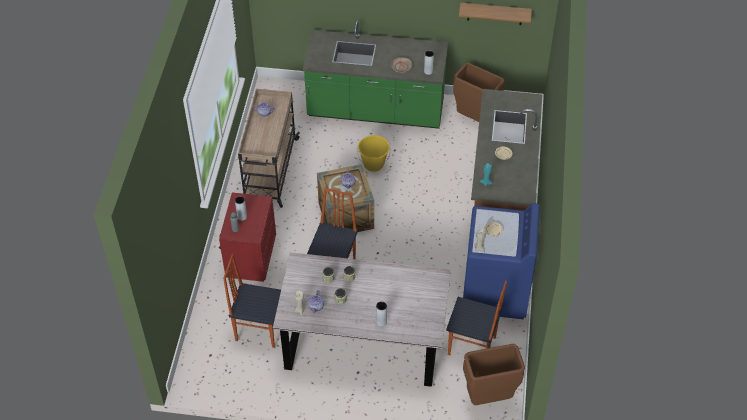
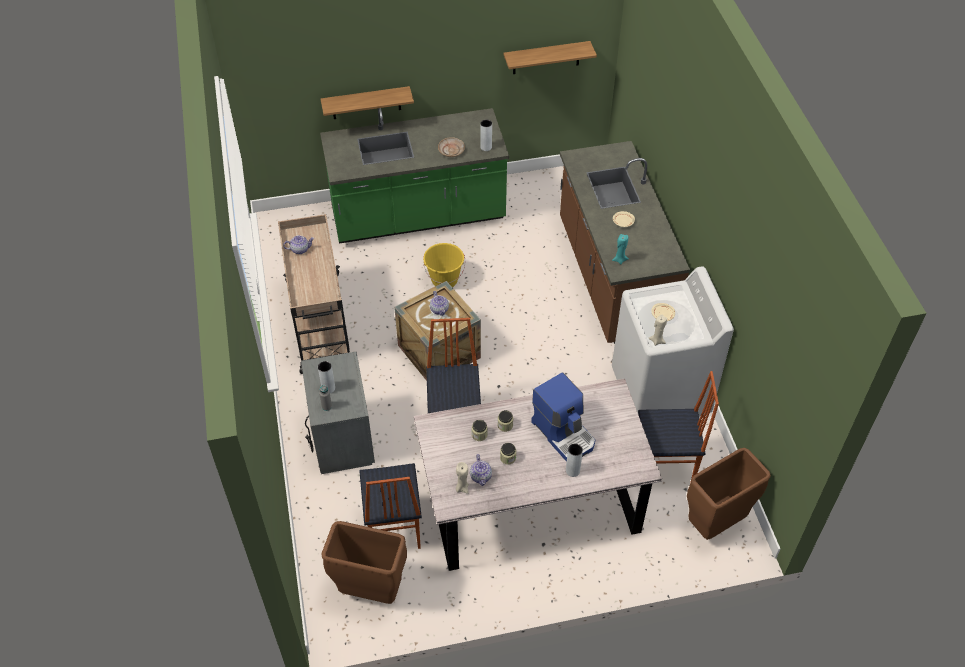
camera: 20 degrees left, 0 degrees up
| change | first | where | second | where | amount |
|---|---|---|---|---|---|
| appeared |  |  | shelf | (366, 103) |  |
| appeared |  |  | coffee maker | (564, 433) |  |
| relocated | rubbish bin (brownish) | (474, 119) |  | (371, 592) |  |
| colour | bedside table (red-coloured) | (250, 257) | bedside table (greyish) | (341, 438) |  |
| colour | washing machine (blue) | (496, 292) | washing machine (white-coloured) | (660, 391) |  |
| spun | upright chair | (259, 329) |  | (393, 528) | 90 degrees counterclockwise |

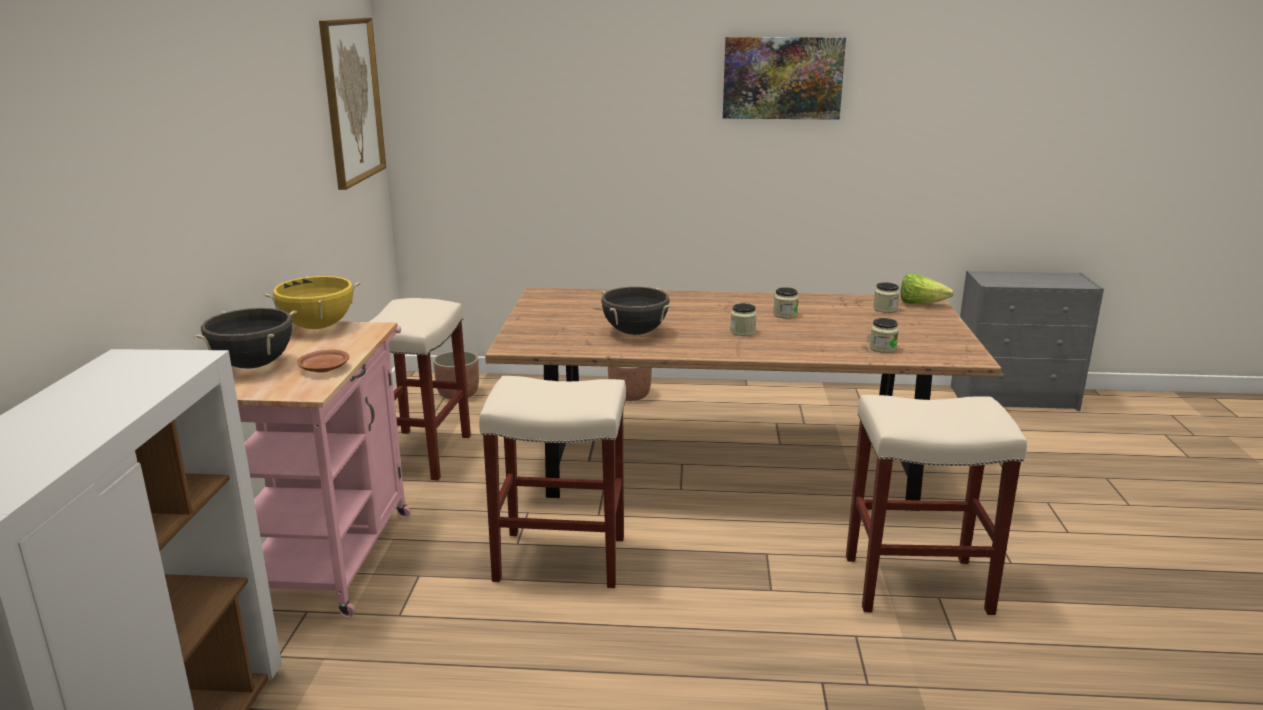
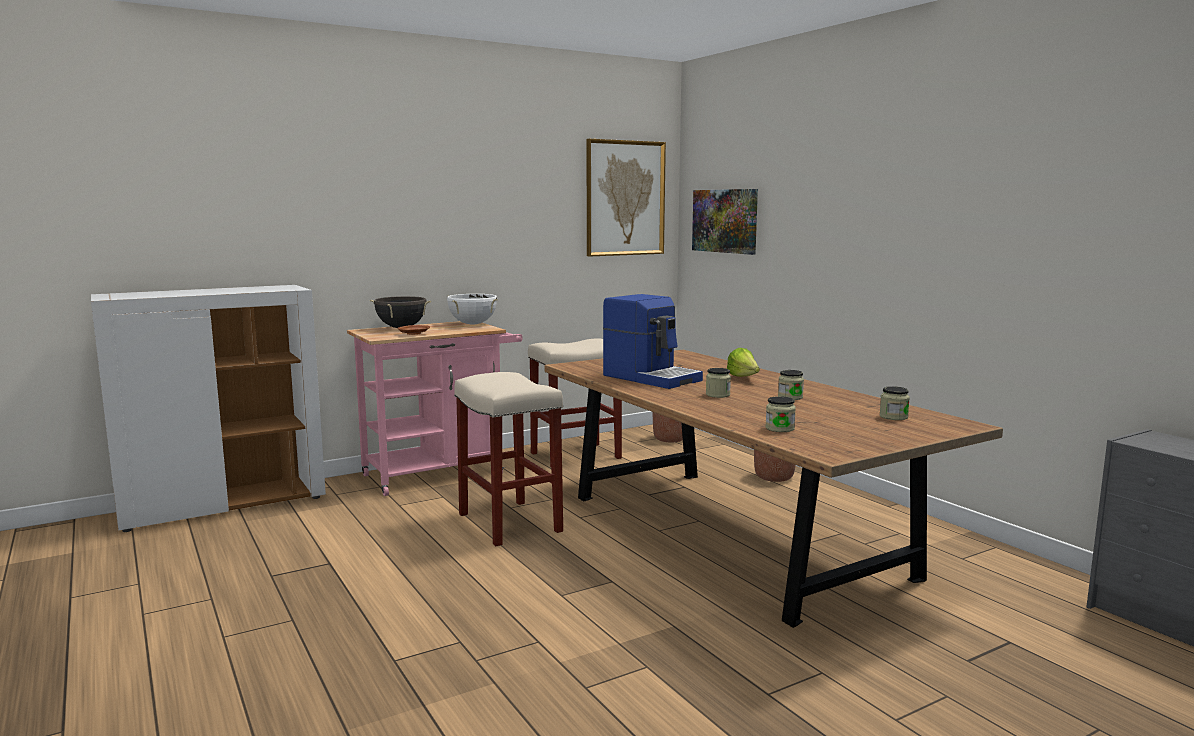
camera: 55 degrees right, 10 degrees down
| change | first | where | second | where | amount |
|---|---|---|---|---|---|
| missing | sitting stool (beige-coloured) | (915, 585) |  |  |  |
| relocated | wall art | (782, 78) |  | (725, 221) |  |
| relocated | lettuce head | (920, 304) |  | (744, 378) |  |
| exchanged | cooking pot (black) | (635, 332) | coffee maker | (651, 377) |  |
| colour | cooking pot (yellowish) | (317, 327) | cooking pot (white-coloured) | (472, 324) |  |

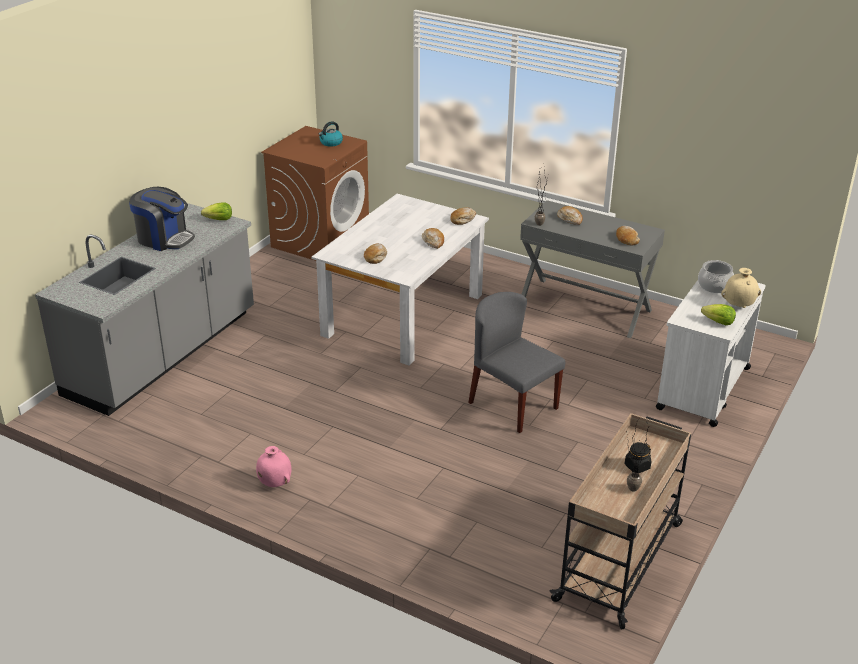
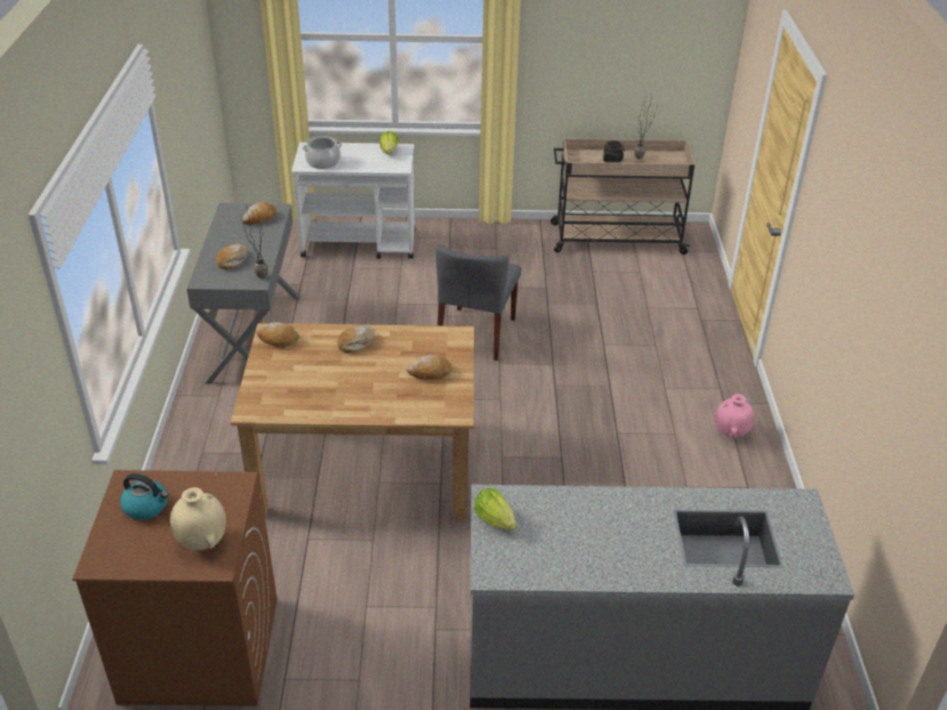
camera: 120 degrees left, 5 degrees up
| change | first | where | second | where | amount |
|---|---|---|---|---|---|
| missing | coffee maker | (164, 239) |  |  |  |
| relocated | vase (beige-coloured) | (739, 306) |  | (202, 541) |  |
| colour | dinner table (white-coloured) | (403, 314) | dinner table (brownish) | (364, 467) |  |

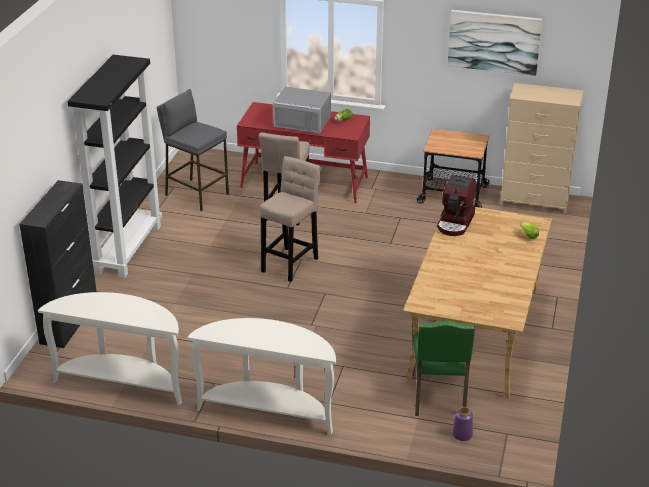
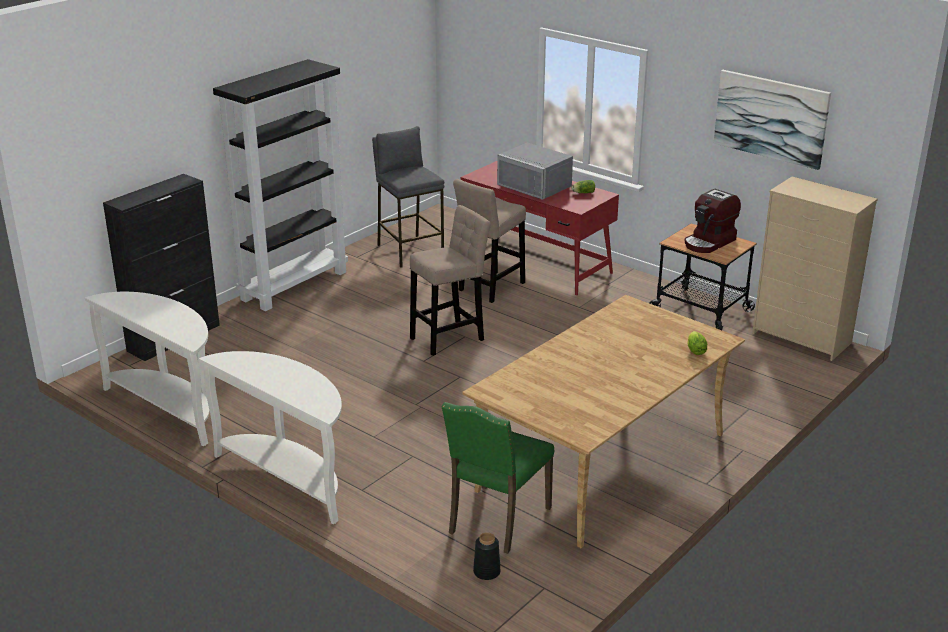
camera: 25 degrees right, 5 degrees down
| change | first | where | second | where | amount |
|---|---|---|---|---|---|
| relocated | coffee maker | (456, 223) |  | (709, 242) |  |
| colour | vase (purplish) | (462, 435) | vase (black) | (487, 572) |  |

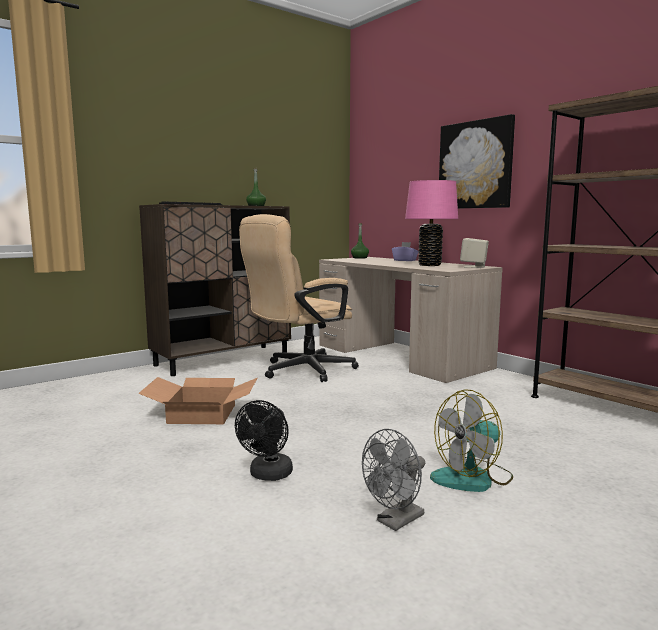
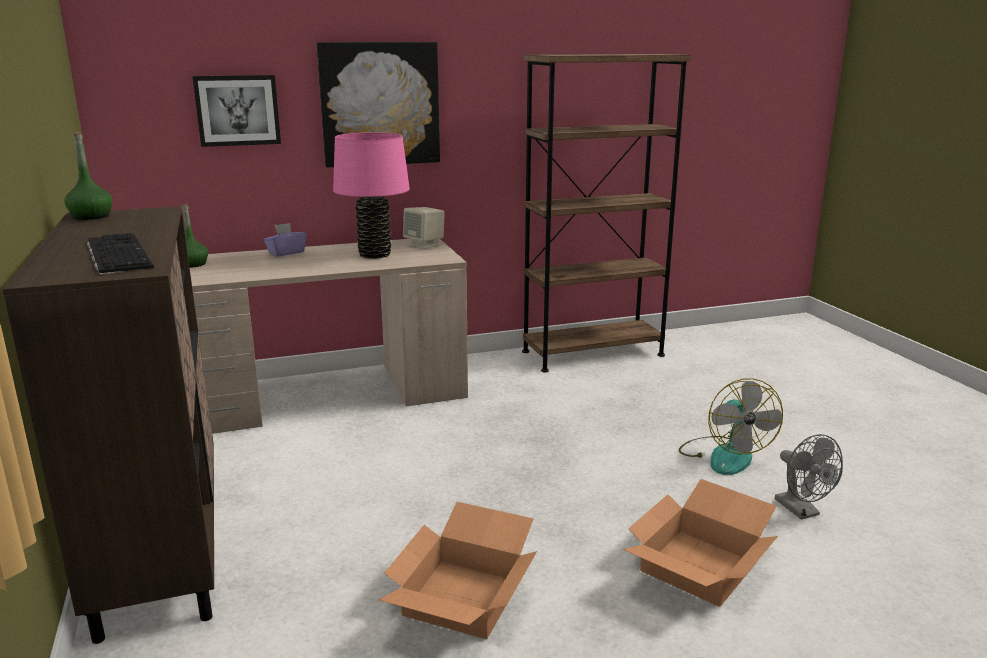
camera: 70 degrees left, 10 degrees up
| change | first | where | second | where | amount |
|---|---|---|---|---|---|
| missing | office chair (beige-coloured) | (300, 371) |  |  |  |
| appeared |  |  | wall art | (237, 110) |  |
| exchanged | cooling fan (black) | (268, 475) | carton | (697, 565) |  |

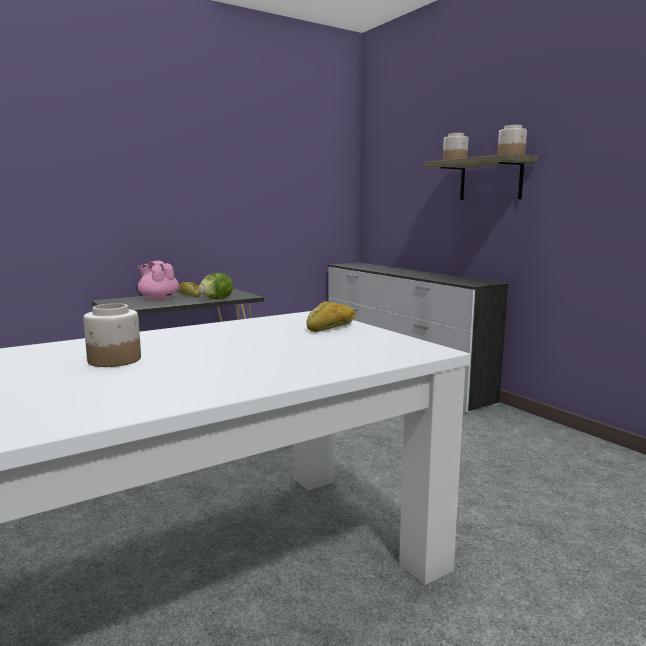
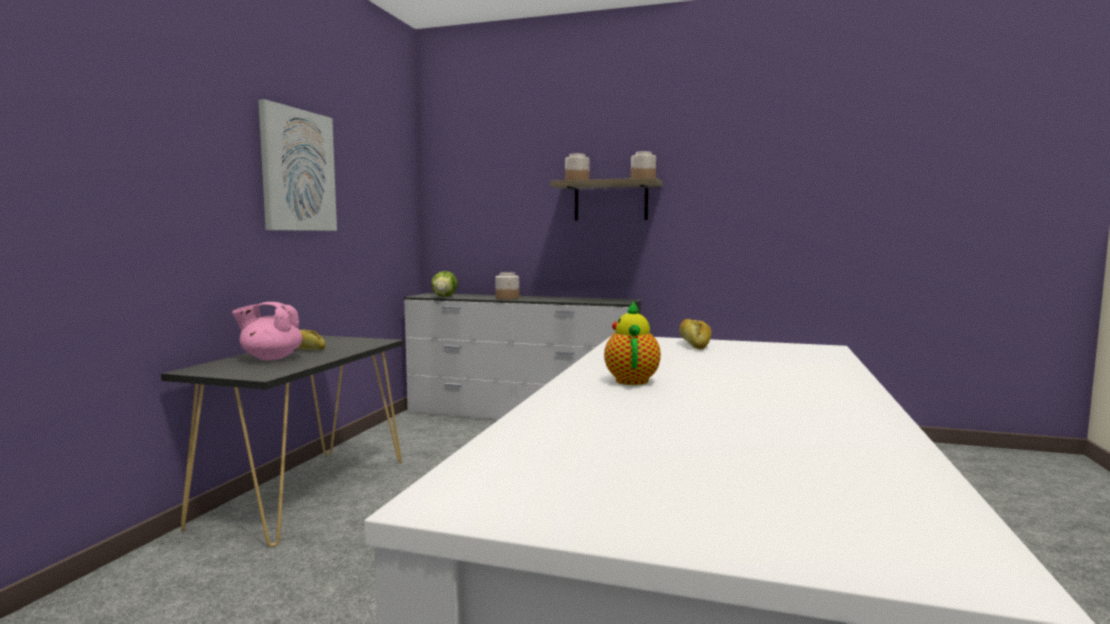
camera: 40 degrees left, 5 degrees down
| change | first | where | second | where | amount |
|---|---|---|---|---|---|
| appeared |  |  | wall art | (298, 170) |  |
| appeared |  |  | tea pot | (631, 380) |  |
| relocated | jar | (114, 360) |  | (507, 298) |  |
| relocated | lettuce head | (216, 299) |  | (444, 296) |  |

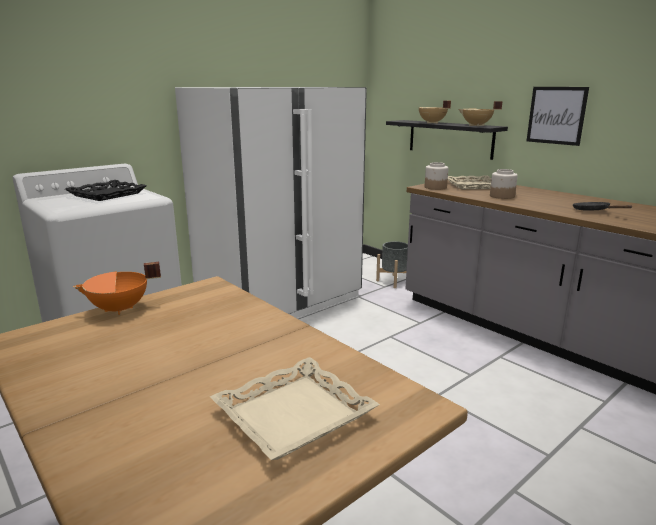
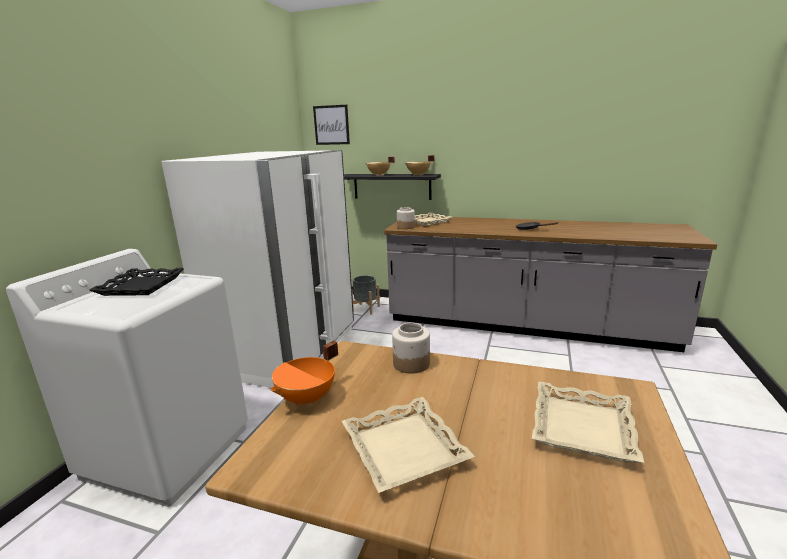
camera: 30 degrees left, 0 degrees up
| change | first | where | second | where | amount |
|---|---|---|---|---|---|
| appeared |  |  | carrying tray (beige-coloured) | (403, 449) |  |
| relocated | jar | (501, 196) |  | (411, 364) |  |
| relocated | wall art | (556, 115) |  | (331, 125) |  |

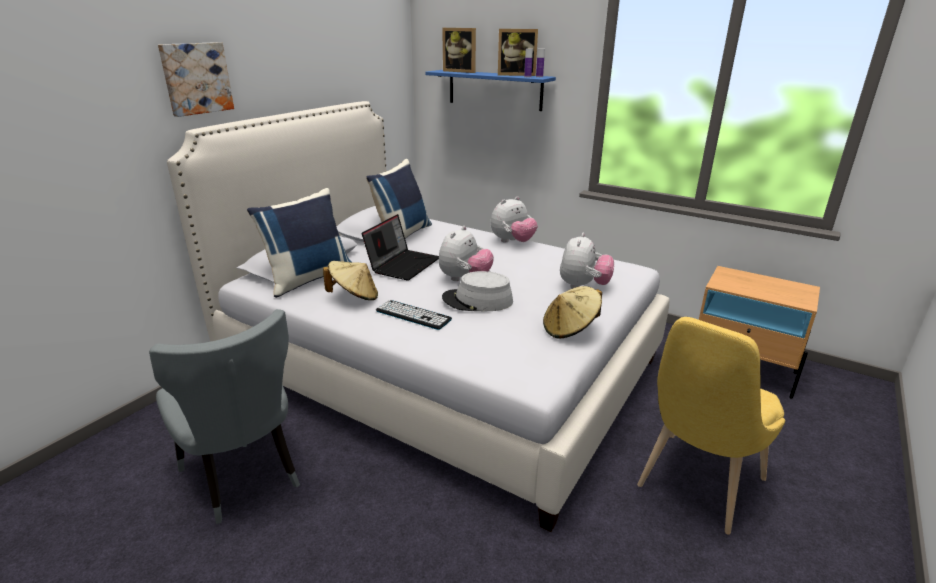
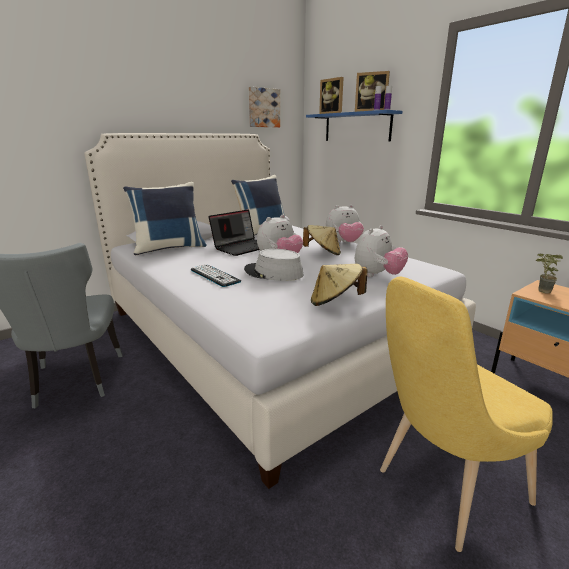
camera: 20 degrees right, 5 degrees down
| change | first | where | second | where | amount |
|---|---|---|---|---|---|
| appeared |  |  | houseplant | (540, 291) |  |
| relocated | wall art | (196, 78) |  | (263, 108) |  |
| relocated | wearable hat (beige-coloured) | (354, 297) |  | (323, 253) |  |

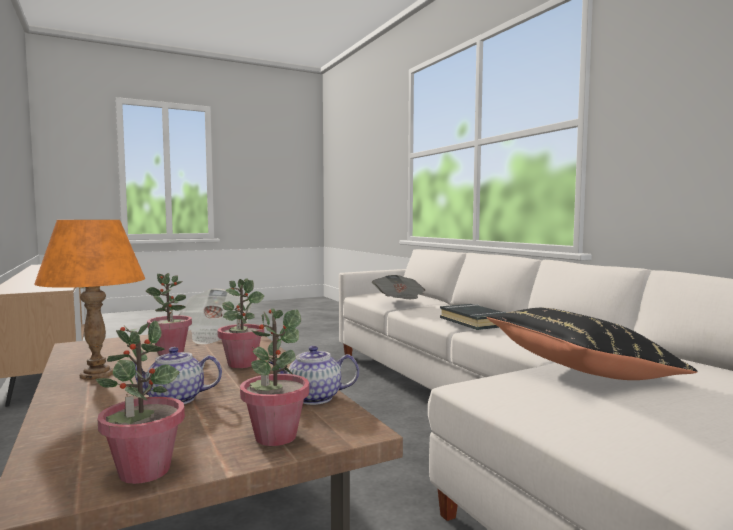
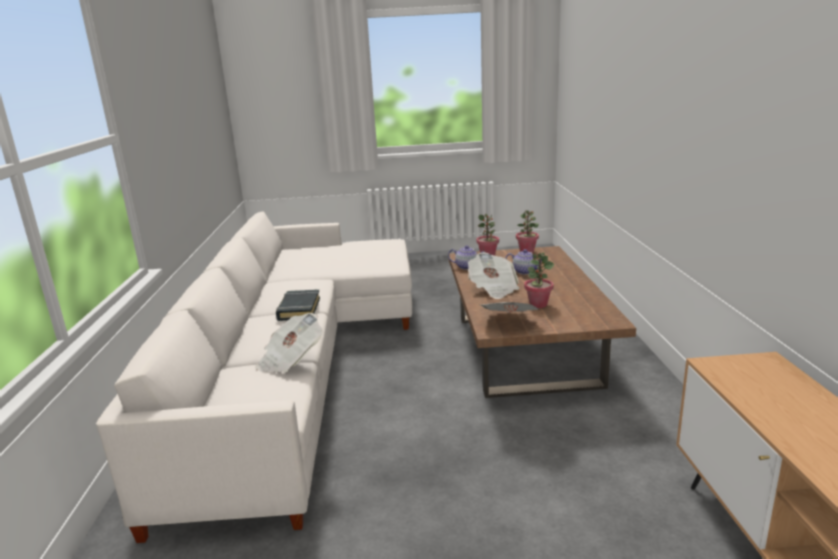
camera: 155 degrees left, 15 degrees up
| change | first | where | second | where | amount |
|---|---|---|---|---|---|
| missing | lamp for a table (orange) | (97, 374) |  |  |  |
| missing | throw pillow (black) | (581, 372) |  |  |  |
| exchanged | houseplant | (242, 364) | daily paper | (493, 289) |  |

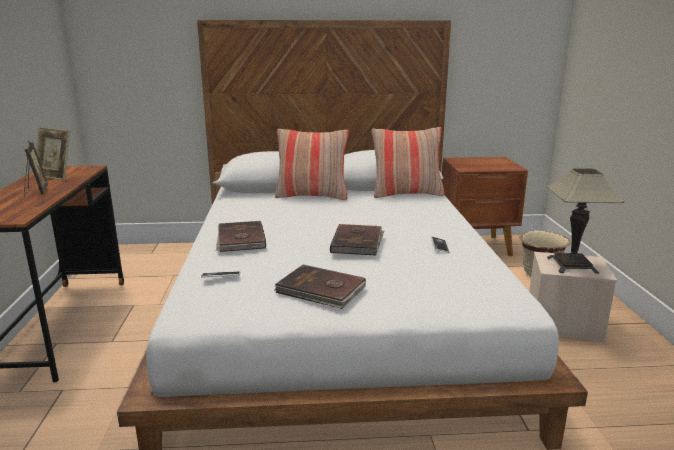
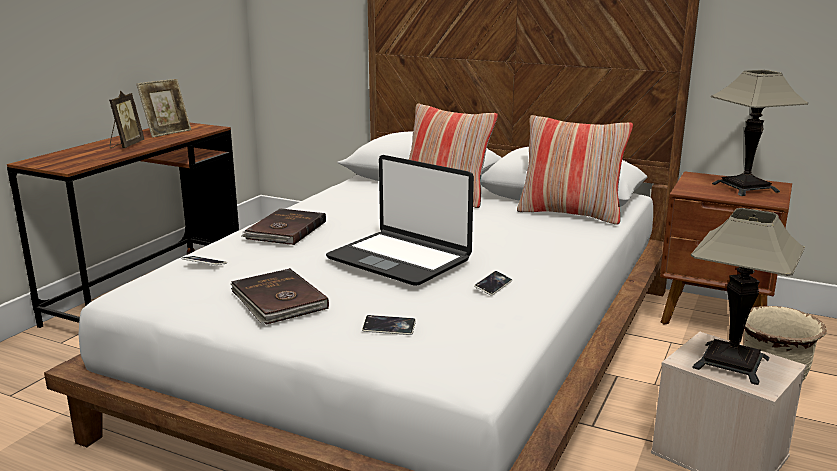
camera: 30 degrees right, 0 degrees up
| change | first | where | second | where | amount |
|---|---|---|---|---|---|
| appeared |  |  | phone | (389, 328) |  |
| appeared |  |  | lamp for a table | (745, 188) |  |
| exchanged | volume (brownish) | (357, 242) | notebook computer | (400, 259) |  |
| spun | standing frame | (55, 176) |  | (167, 133) | 105 degrees counterclockwise |

